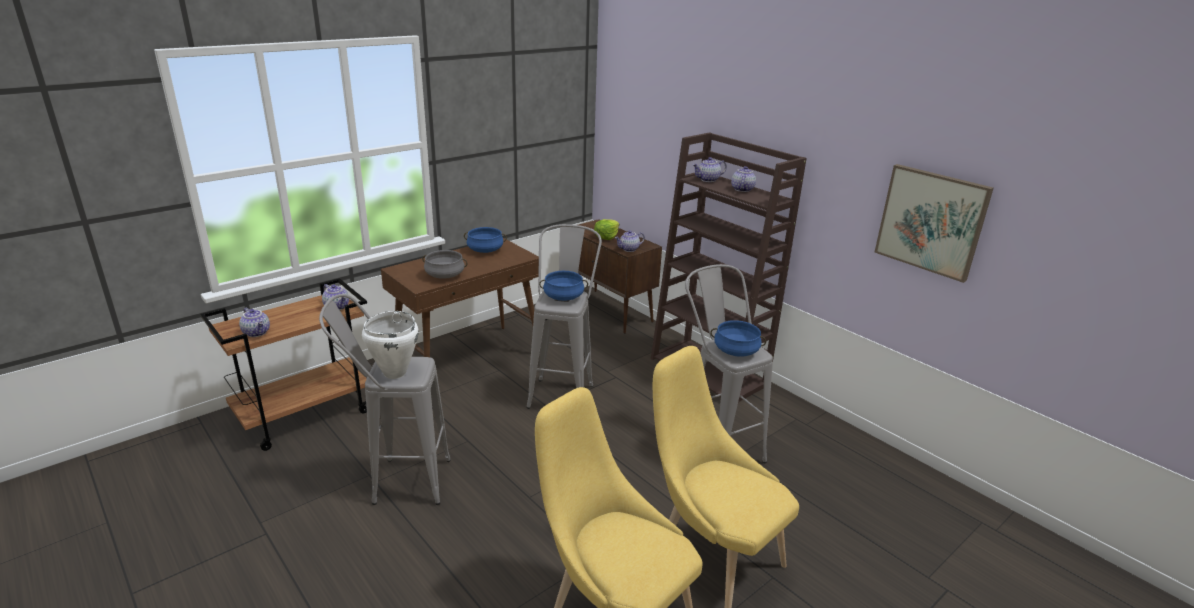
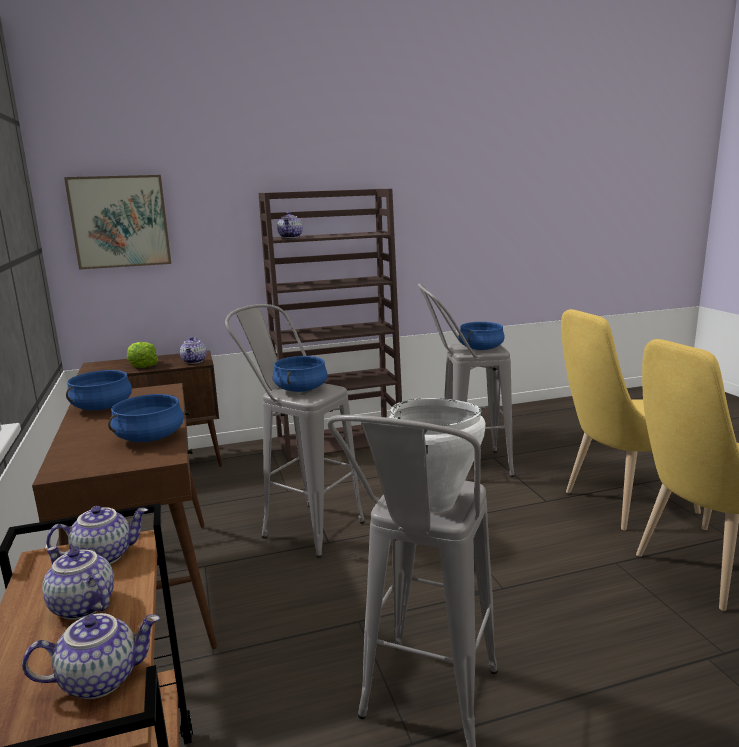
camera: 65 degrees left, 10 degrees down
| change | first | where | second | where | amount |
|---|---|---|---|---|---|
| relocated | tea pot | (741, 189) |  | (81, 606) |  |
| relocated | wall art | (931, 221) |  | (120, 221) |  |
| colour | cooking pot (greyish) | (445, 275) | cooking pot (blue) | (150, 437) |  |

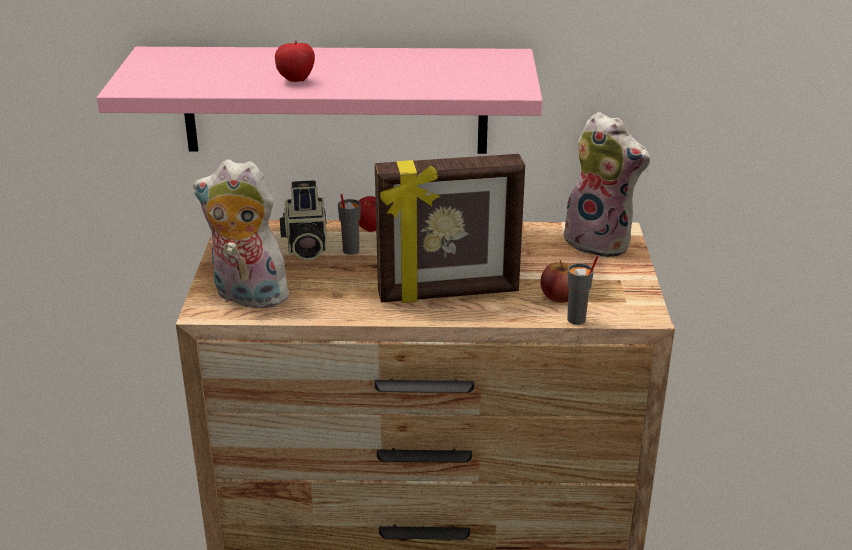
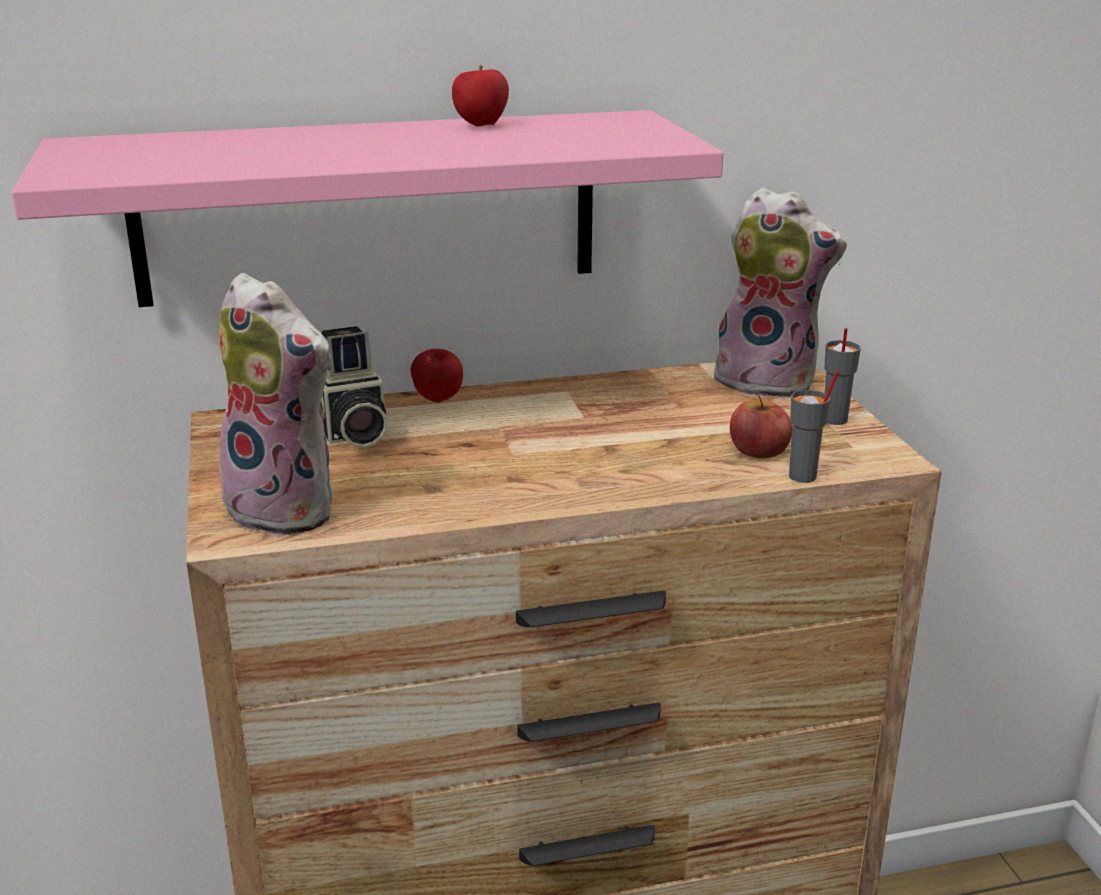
camera: 15 degrees left, 5 degrees down
| change | first | where | second | where | amount |
|---|---|---|---|---|---|
| missing | standing frame | (448, 294) |  |  |  |
| relocated | whole apple | (296, 80) |  | (481, 126) |  |
| relocated | small cup (greyish) | (350, 251) |  | (834, 420) |  |
| spun | soft toy | (246, 297) |  | (289, 508) | 150 degrees counterclockwise |

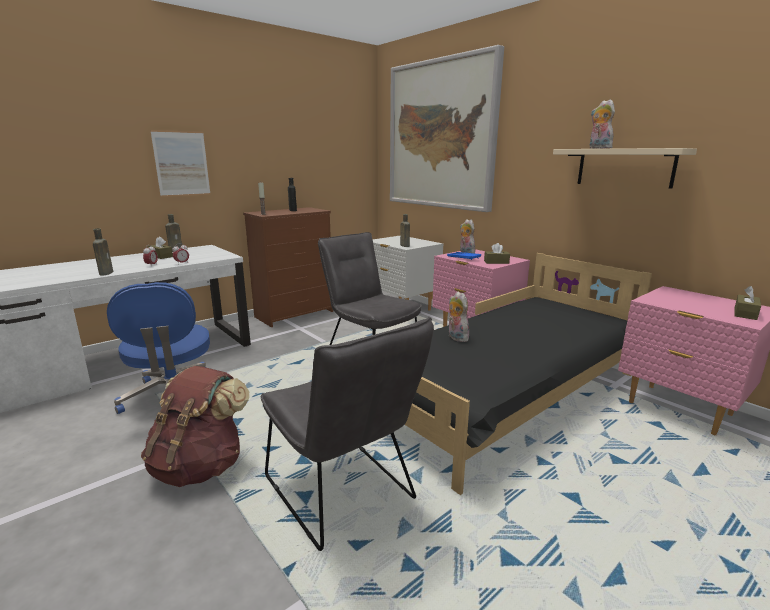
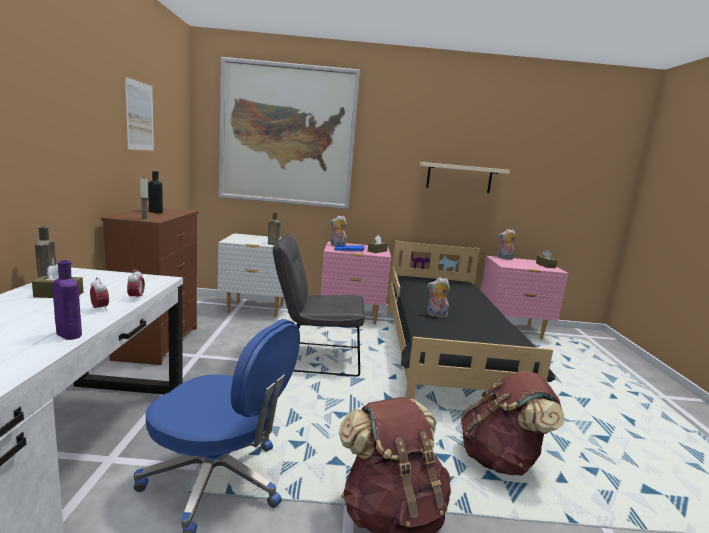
camera: 50 degrees left, 5 degrees down
| change | first | where | second | where | amount |
|---|---|---|---|---|---|
| relocated | wall art | (181, 164) |  | (139, 116) |  |
| relocated | soft toy | (598, 148) |  | (504, 258) |  |
| exchanged | upright chair (greyish) | (343, 494) | backpack (brownish) | (501, 460) |  |
| colour | beverage bottle (brownish) | (106, 273) | beverage bottle (purplish) | (68, 334) |  |

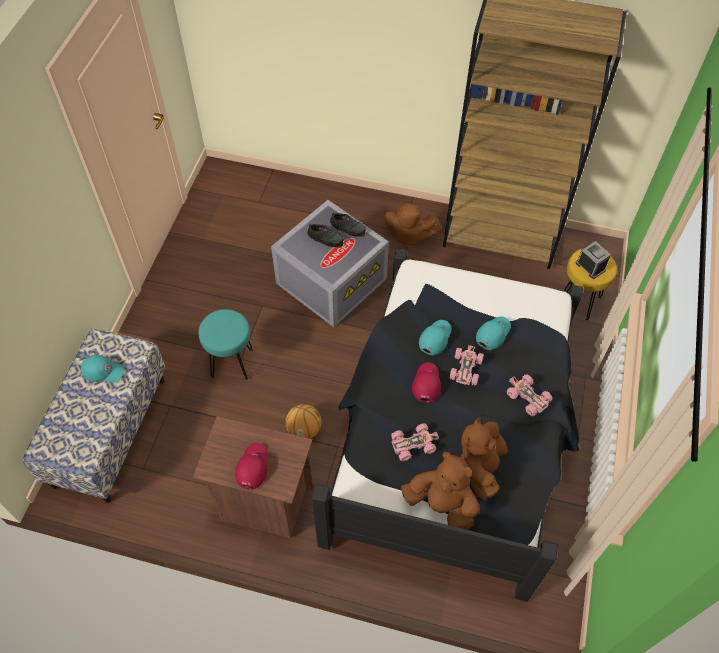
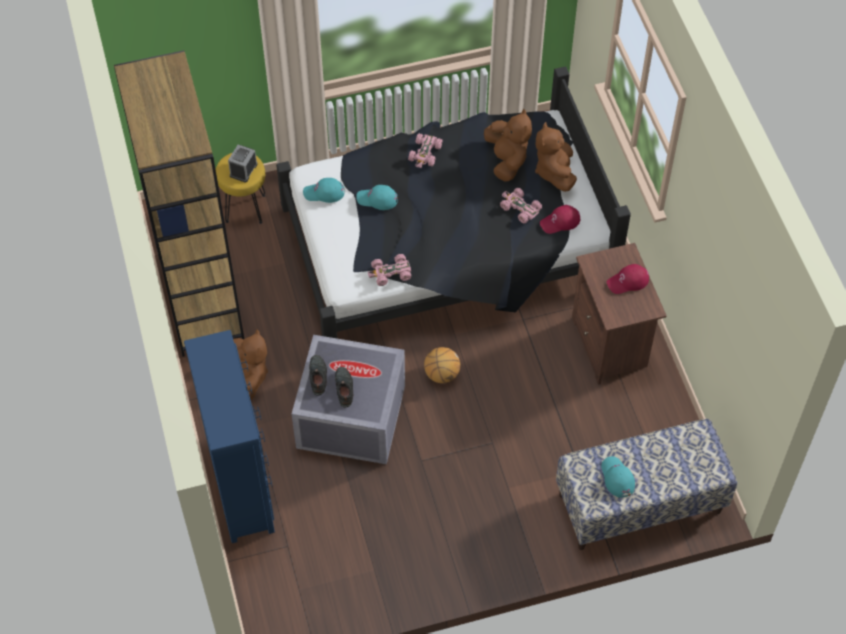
camera: 120 degrees left, 0 degrees up
| change | first | where | second | where | amount |
|---|---|---|---|---|---|
| missing | sitting stool (blue-green) | (231, 363) |  |  |  |
| appeared |  |  | chest of drawers (blue) | (241, 485) |  |
| relocated | basketball ball | (304, 429) |  | (441, 374) |  |
| relocated | peaked cap (red-coloured) | (426, 383) |  | (560, 222) |  |
| relocated | peaked cap (blue-green) | (435, 338) |  | (324, 193) |  |
| relocated | toy car (pinkish) | (465, 368) |  | (390, 273) |  |
| spun | soft toy (brownish) | (480, 466) |  | (507, 160) | 90 degrees counterclockwise |

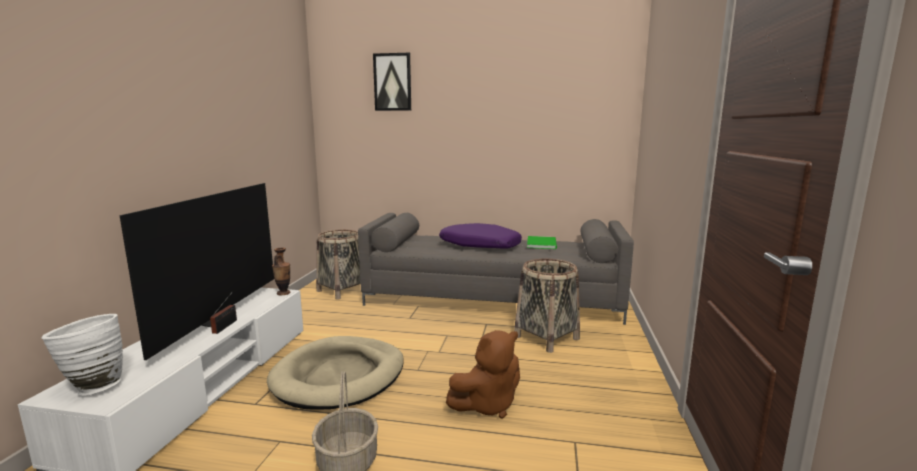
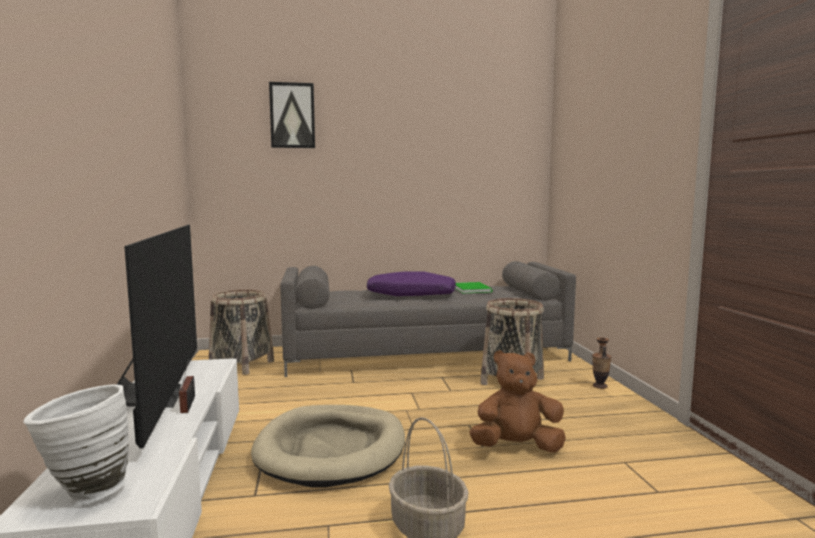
camera: 20 degrees left, 5 degrees down
| change | first | where | second | where | amount |
|---|---|---|---|---|---|
| relocated | vase | (283, 293) |  | (600, 386) |  |
| spun | soft toy (brownish) | (487, 405) |  | (516, 447) | 135 degrees counterclockwise |

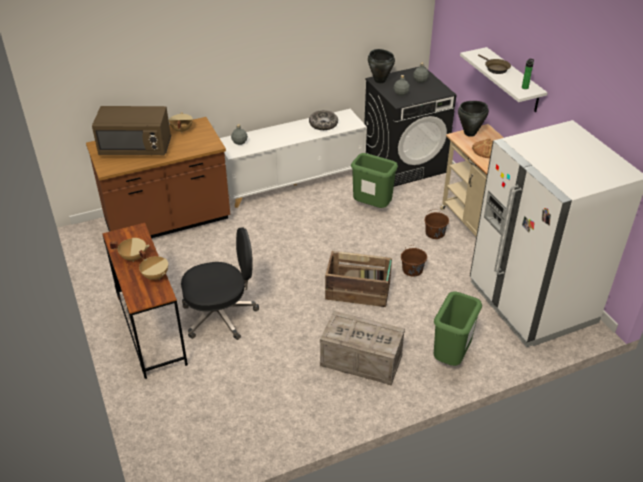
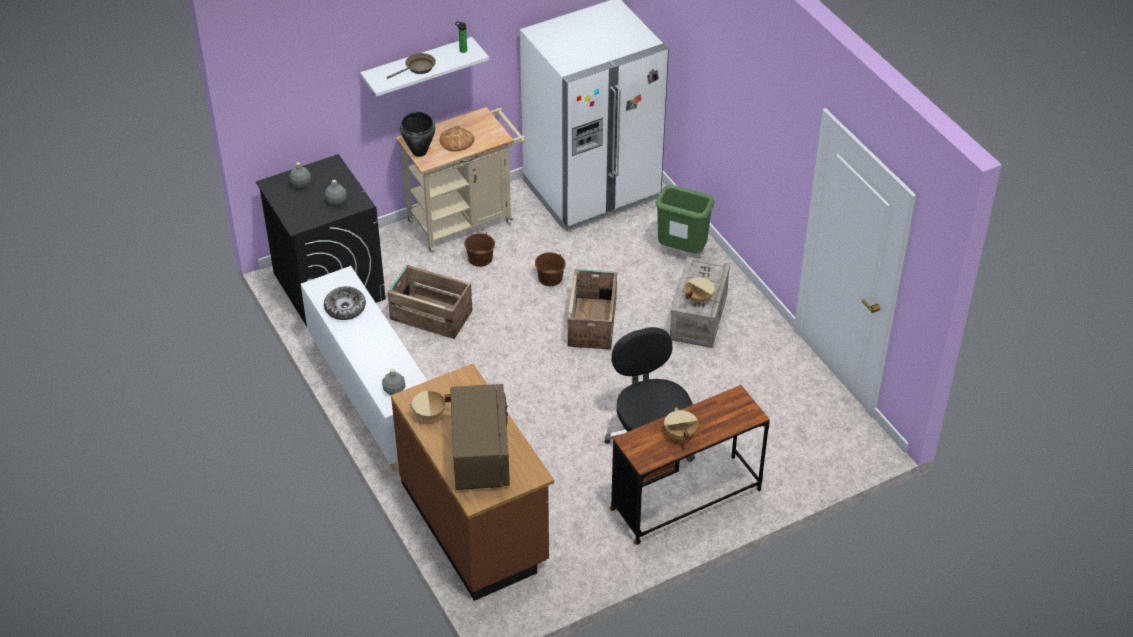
camera: 95 degrees left, 5 degrees up
| change | first | where | second | where | amount |
|---|---|---|---|---|---|
| missing | cooking pot (black) | (380, 80) |  |  |  |
| relocated | cooking pot (beige-coloured) | (156, 275) |  | (698, 298) |  |
| exchanged | rubbish bin (greenish) | (372, 207) | crate | (430, 315) |  |

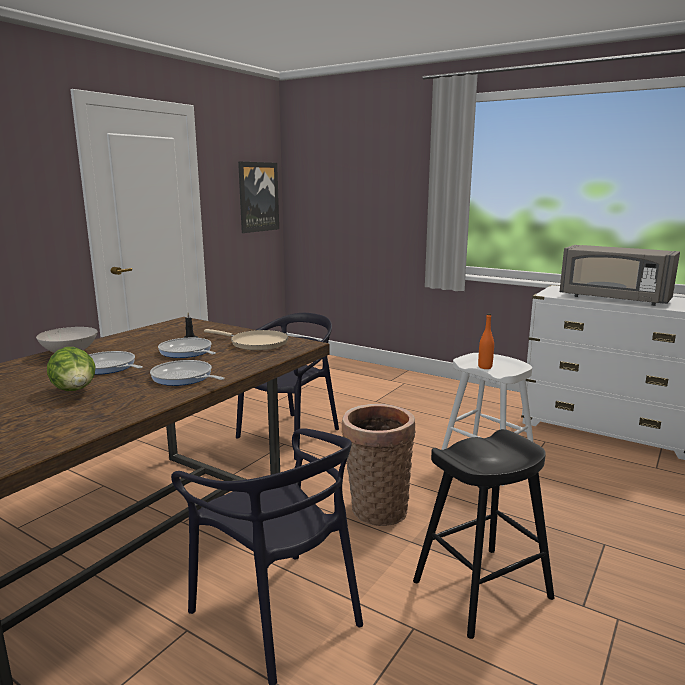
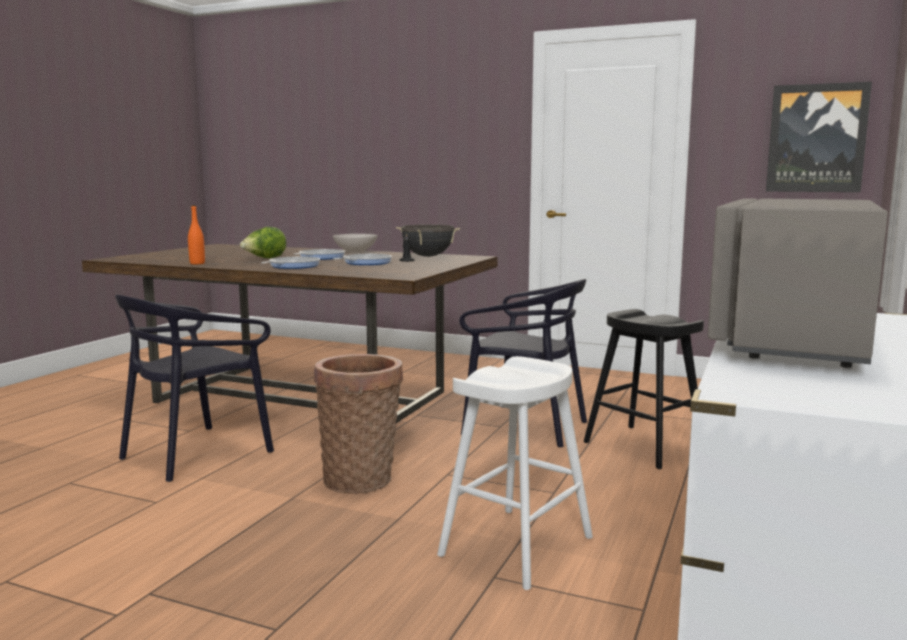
camera: 80 degrees right, 5 degrees down
| change | first | where | second | where | amount |
|---|---|---|---|---|---|
| missing | frying pan (beige-coloured) | (255, 343) |  |  |  |
| appeared |  |  | cooking pot (black) | (427, 256) |  |
| relocated | sitting stool (black) | (482, 589) |  | (644, 446) |  |
| relocated | beverage bottle (orange) | (485, 367) |  | (197, 263) |  |

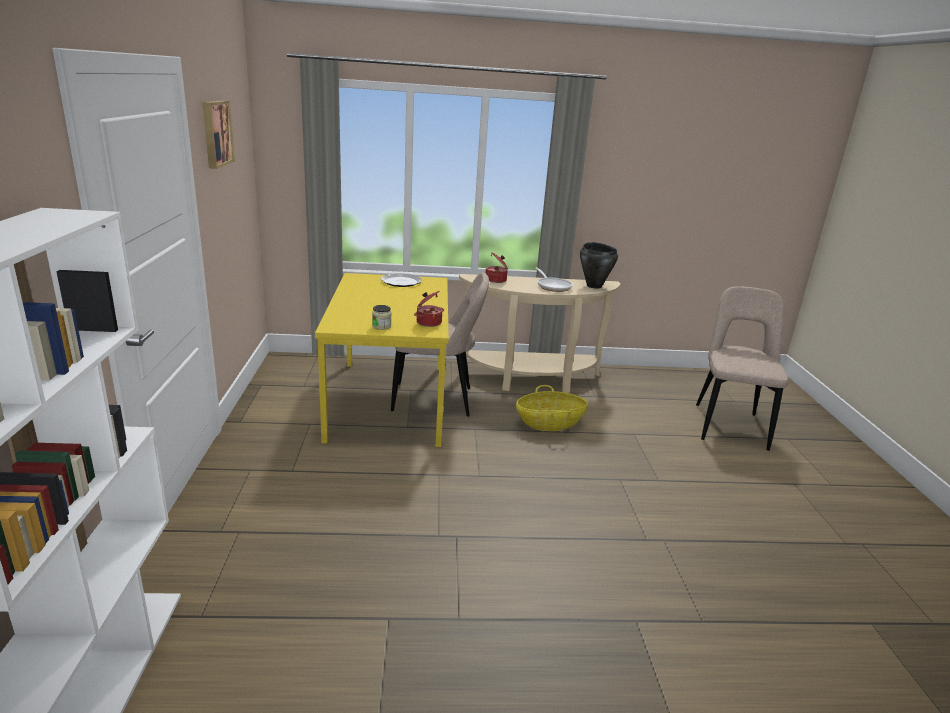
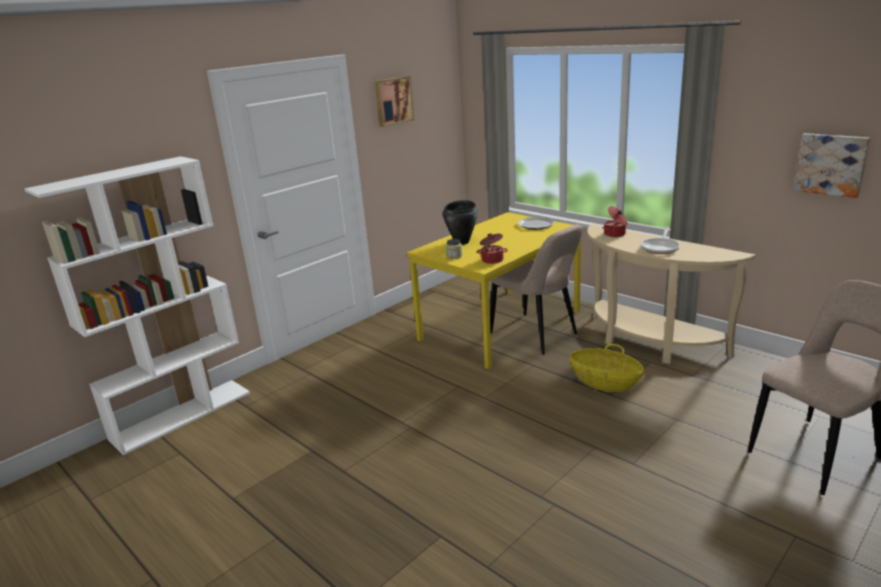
camera: 50 degrees right, 0 degrees up
| change | first | where | second | where | amount |
|---|---|---|---|---|---|
| appeared |  |  | wall art | (831, 164) |  |
| relocated | cooking pot (black) | (594, 286) |  | (462, 242) |  |

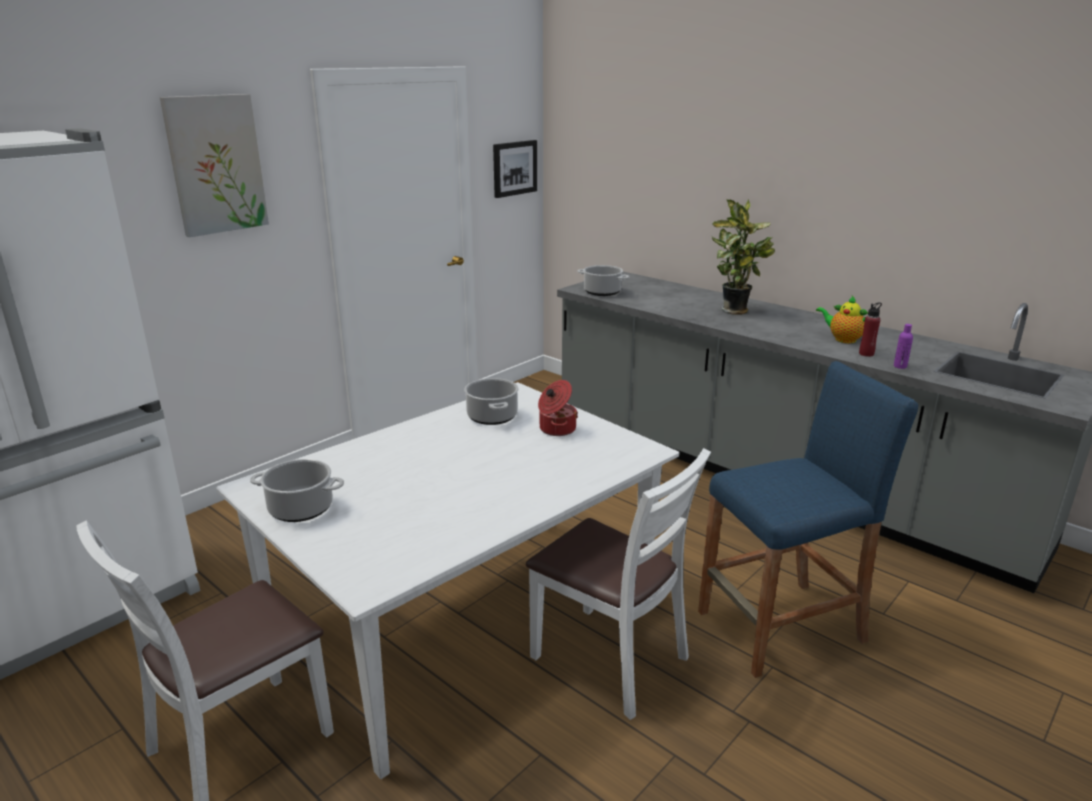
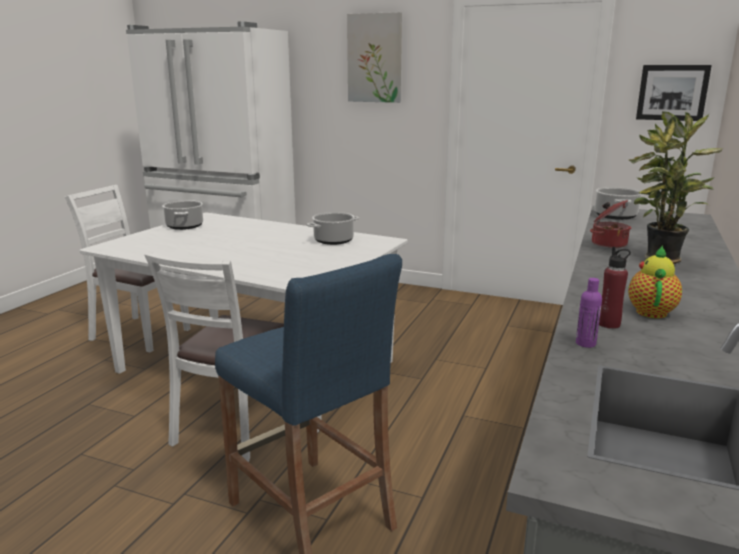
camera: 70 degrees right, 5 degrees down
| change | first | where | second | where | amount |
|---|---|---|---|---|---|
| relocated | cooking pot | (556, 429) |  | (608, 244) |  |

